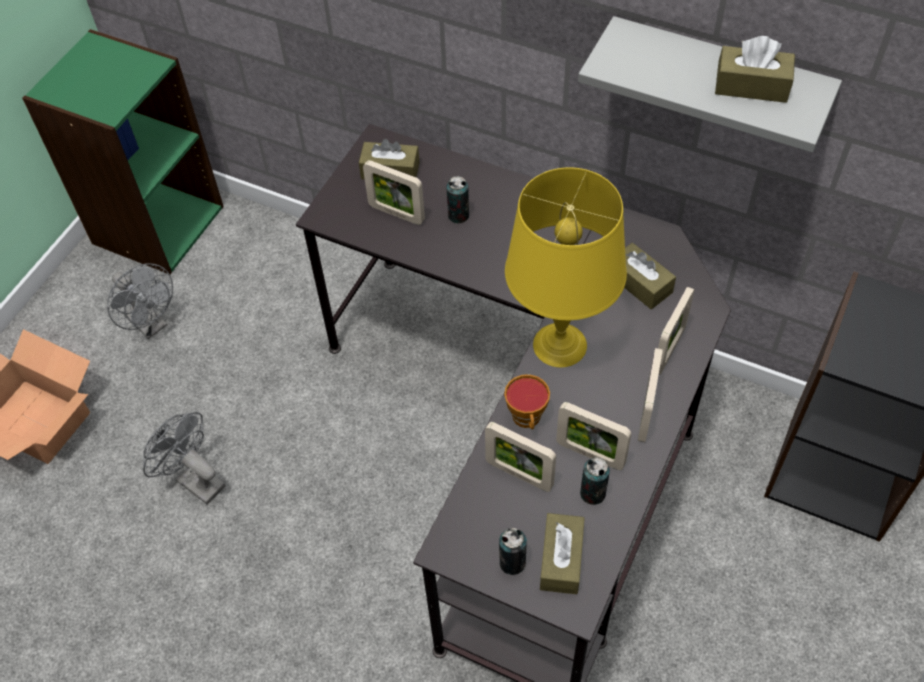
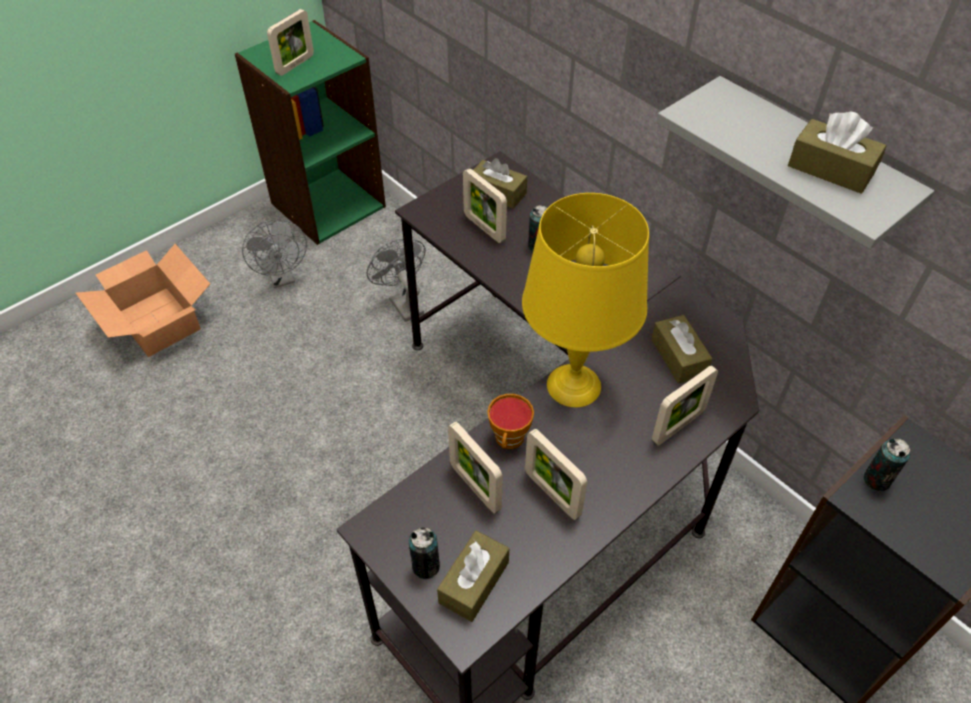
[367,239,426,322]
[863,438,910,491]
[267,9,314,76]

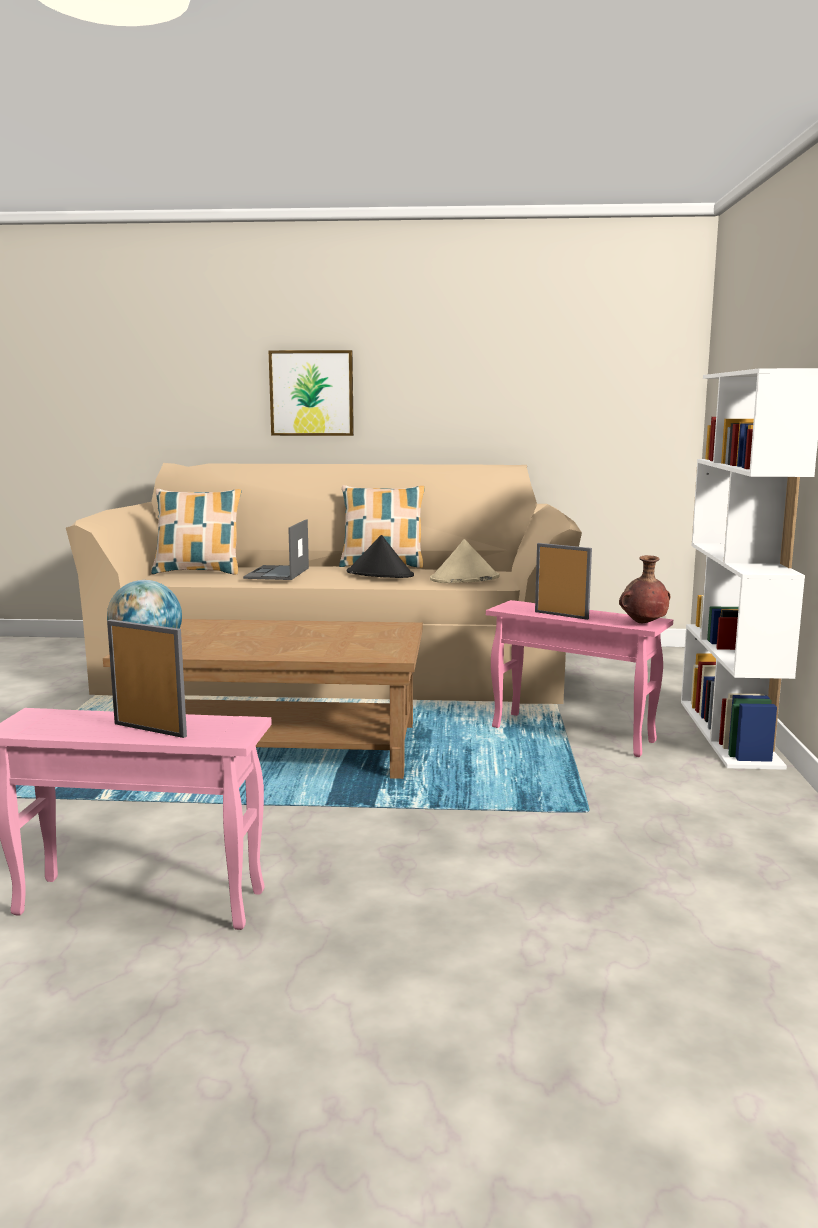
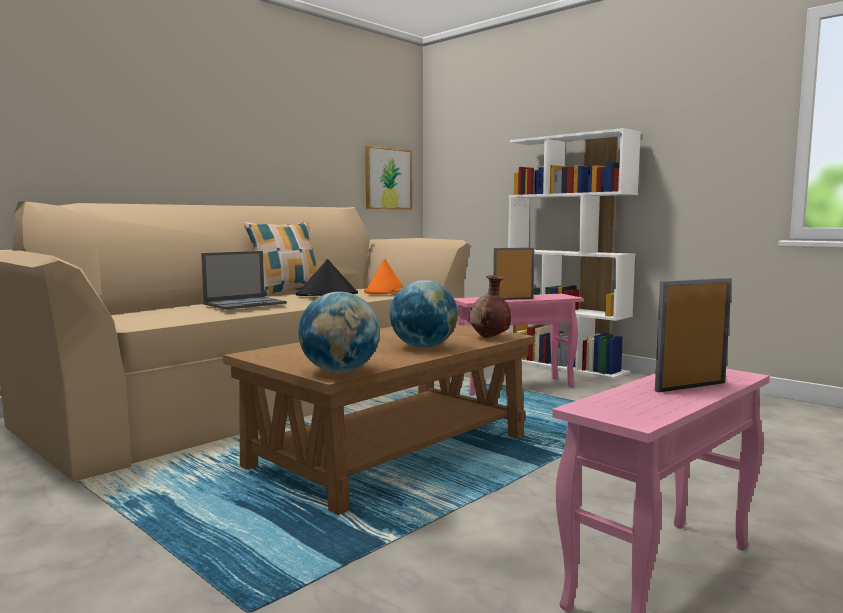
[151,489,242,575] (first image)
[390,280,458,348]
[365,145,412,209]
[469,275,511,338]
[364,259,404,295]
[201,251,287,310]

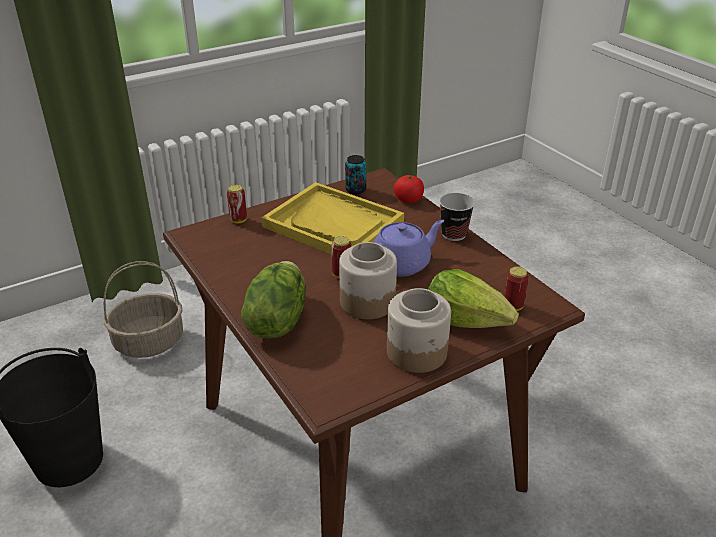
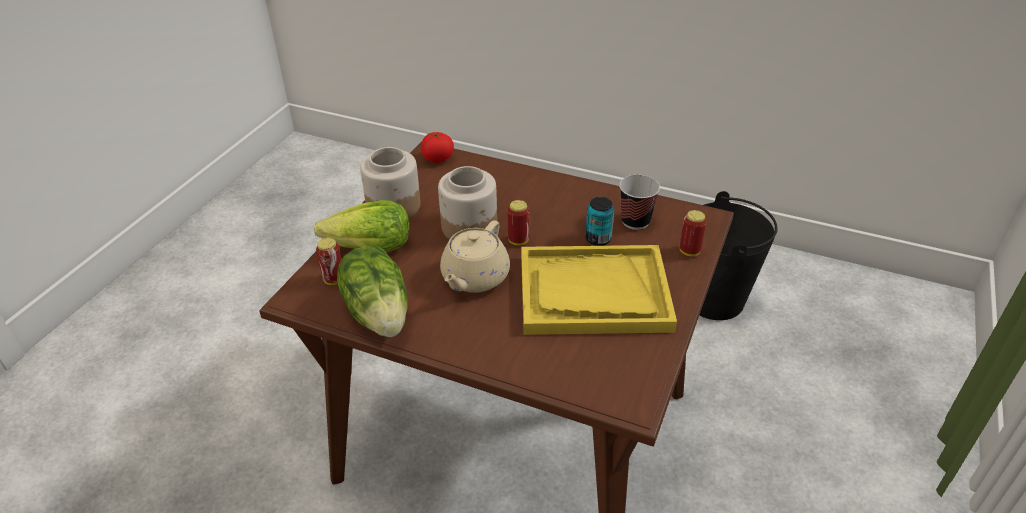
[104,261,183,358] (first image)
[337,246,408,337]
[585,197,614,246]
[421,132,454,163]
[619,175,660,230]
[440,220,510,293]

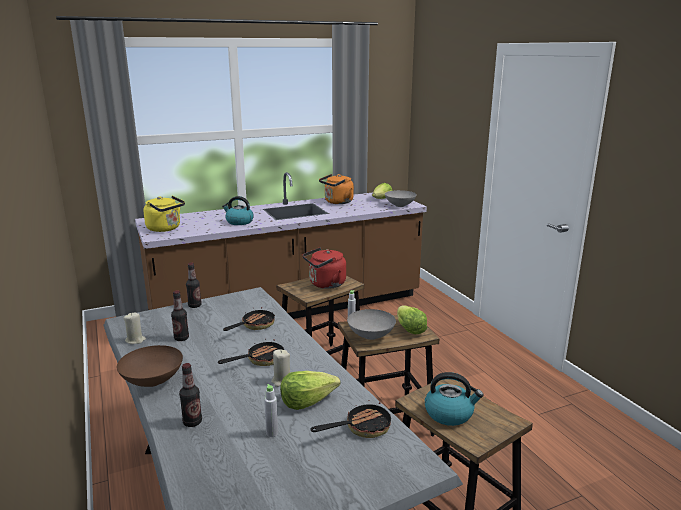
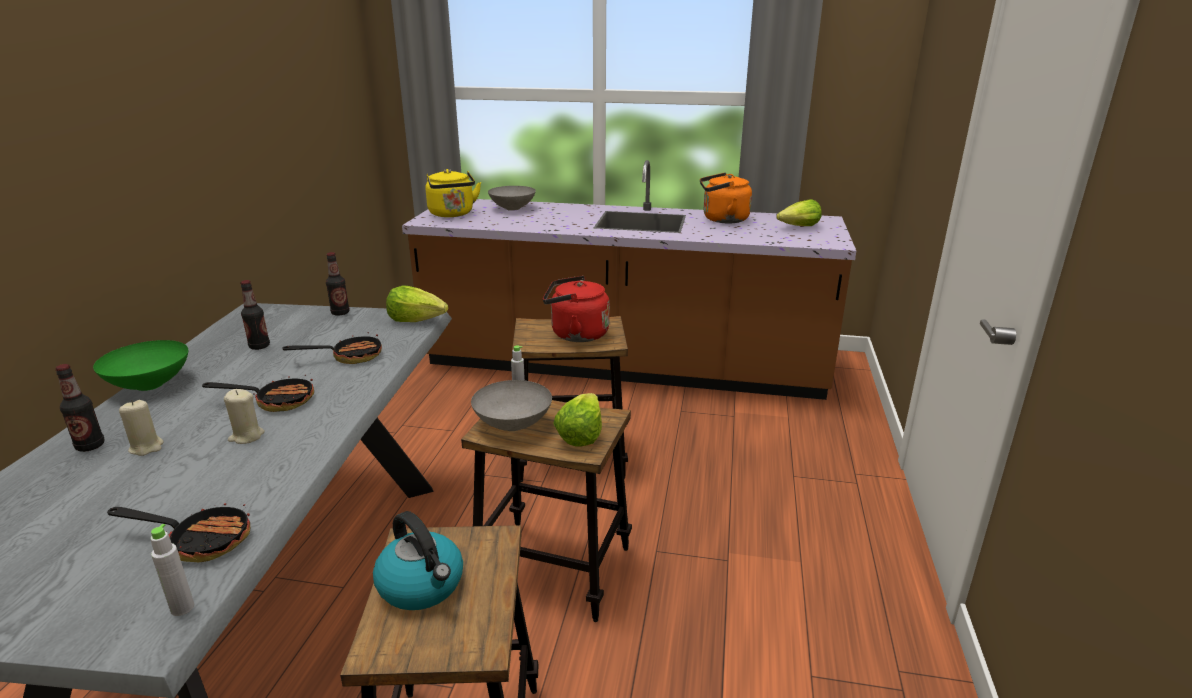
[222,196,254,225] (first image)
[119,400,164,456]
[150,524,194,616]
[386,285,448,322]
[488,186,536,211]
[93,340,188,391]

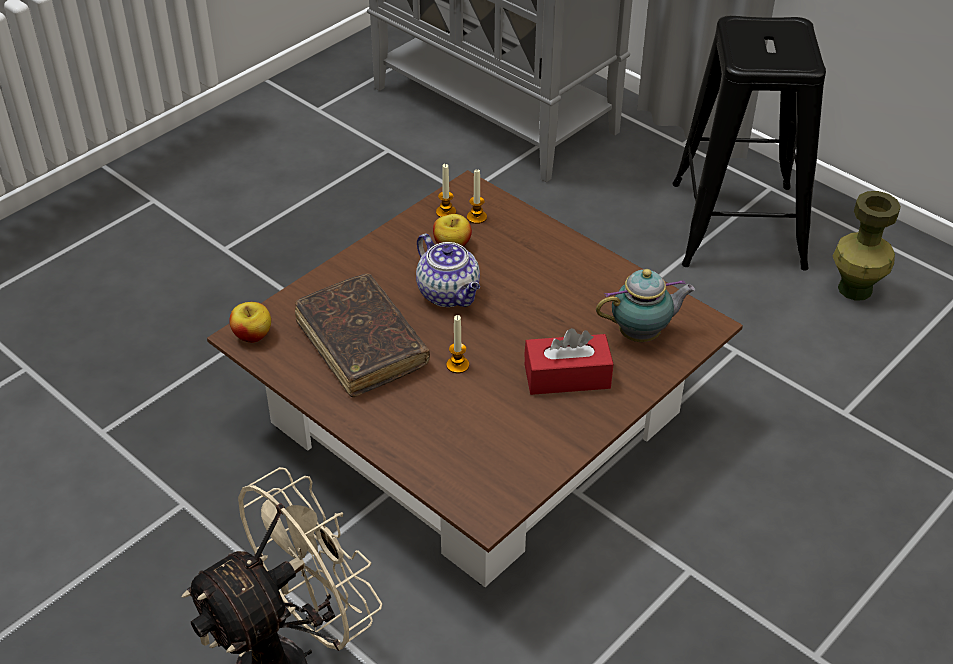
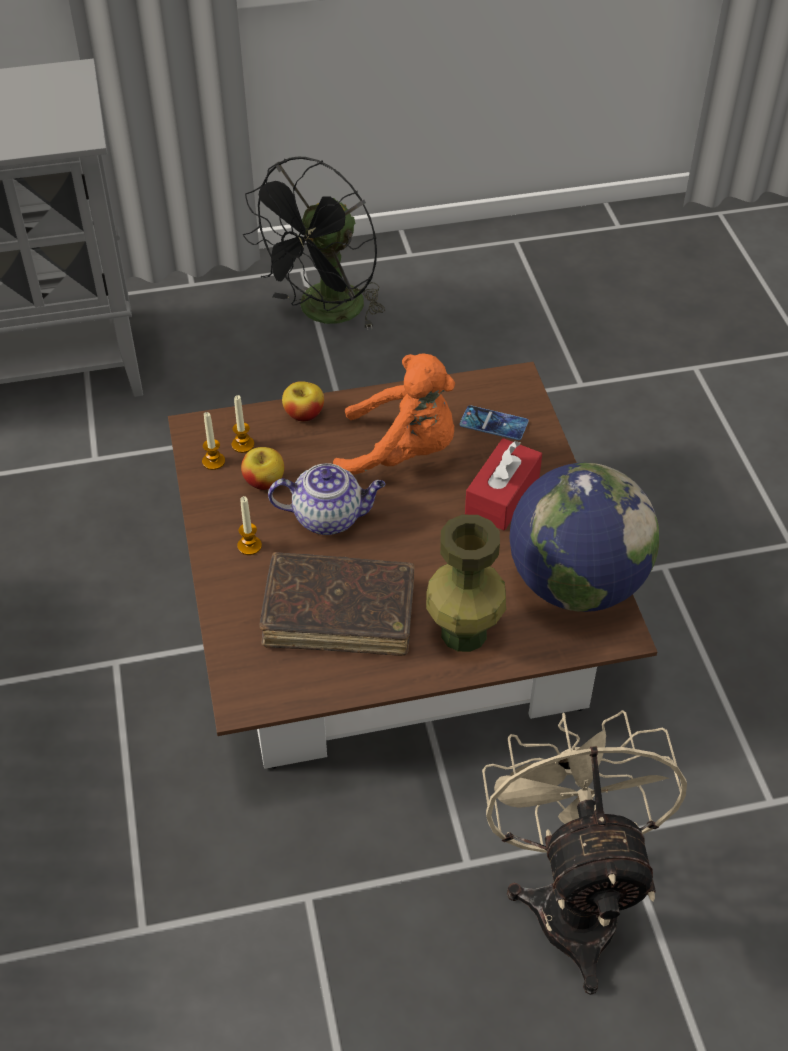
[333,353,455,475]
[509,463,659,612]
[282,381,324,421]
[237,496,262,555]
[426,515,506,652]
[459,405,529,440]
[243,157,385,330]

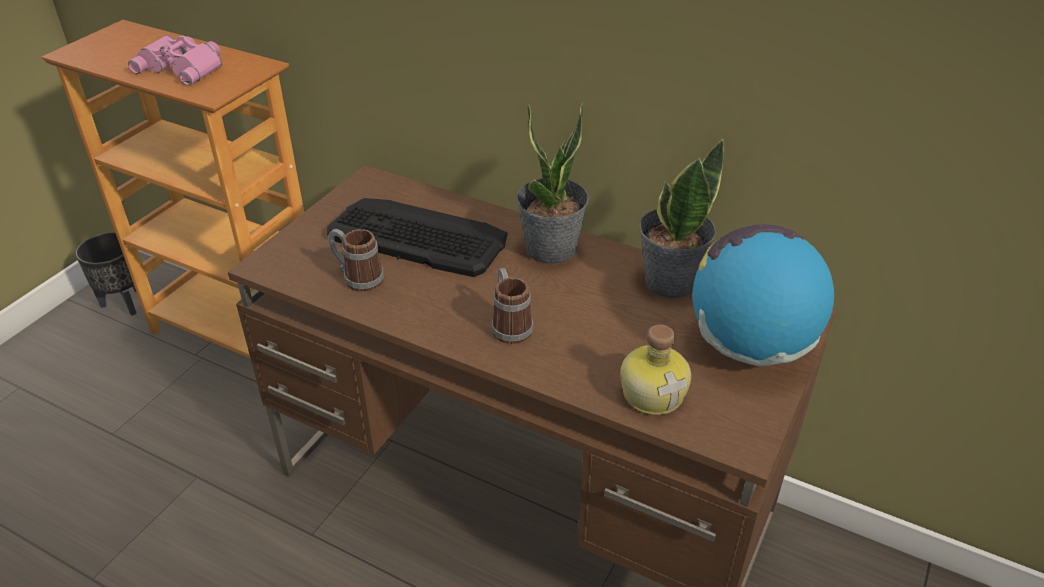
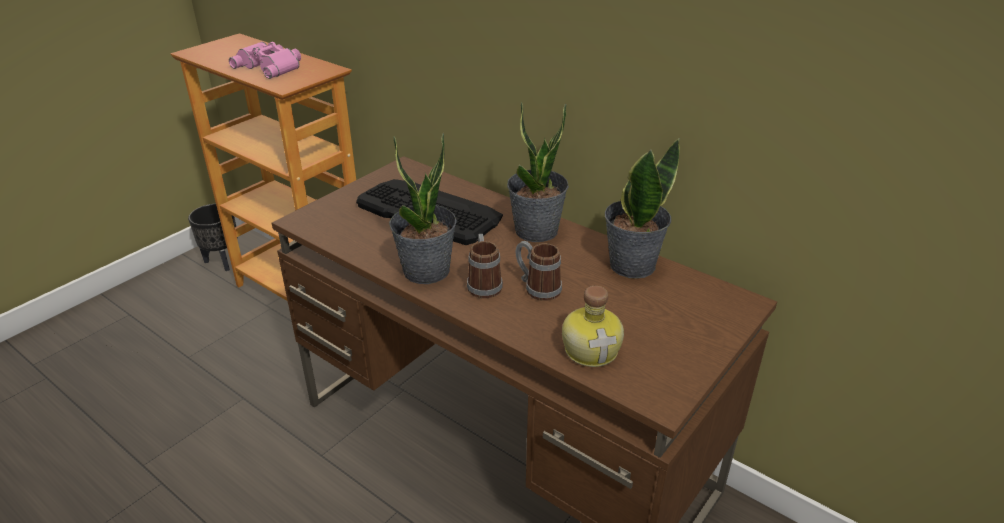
[693,224,834,366] (first image)
[389,133,457,284]
[516,241,562,301]

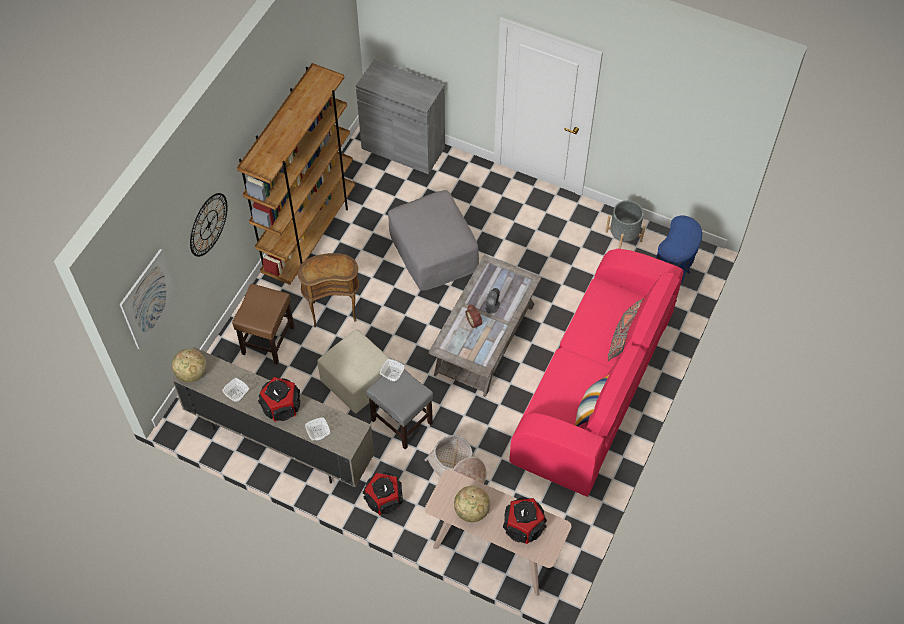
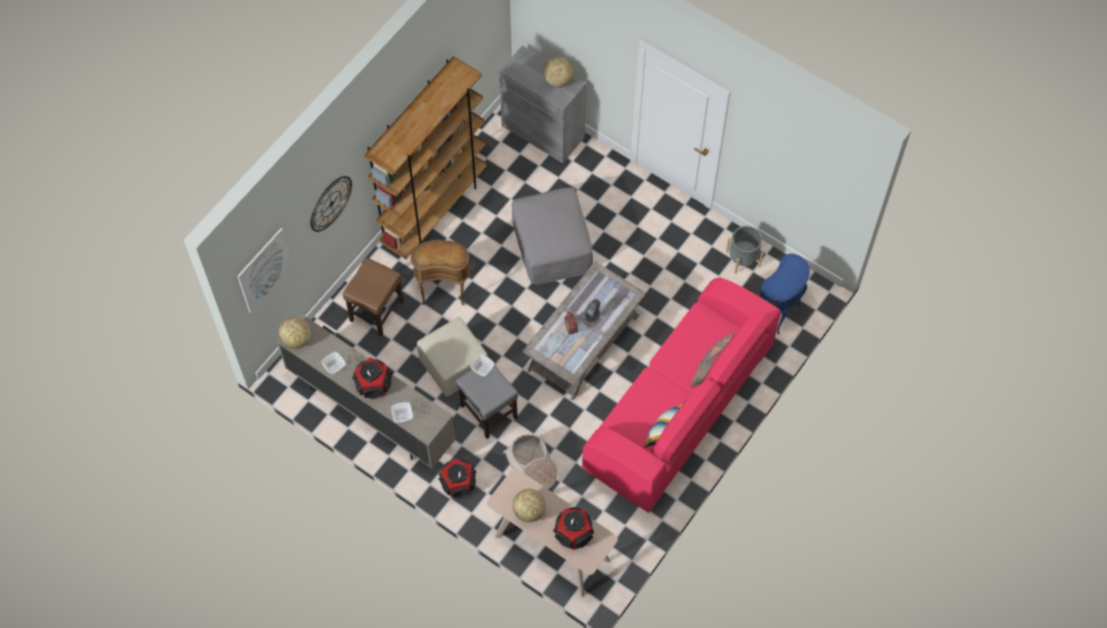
[543,57,573,88]

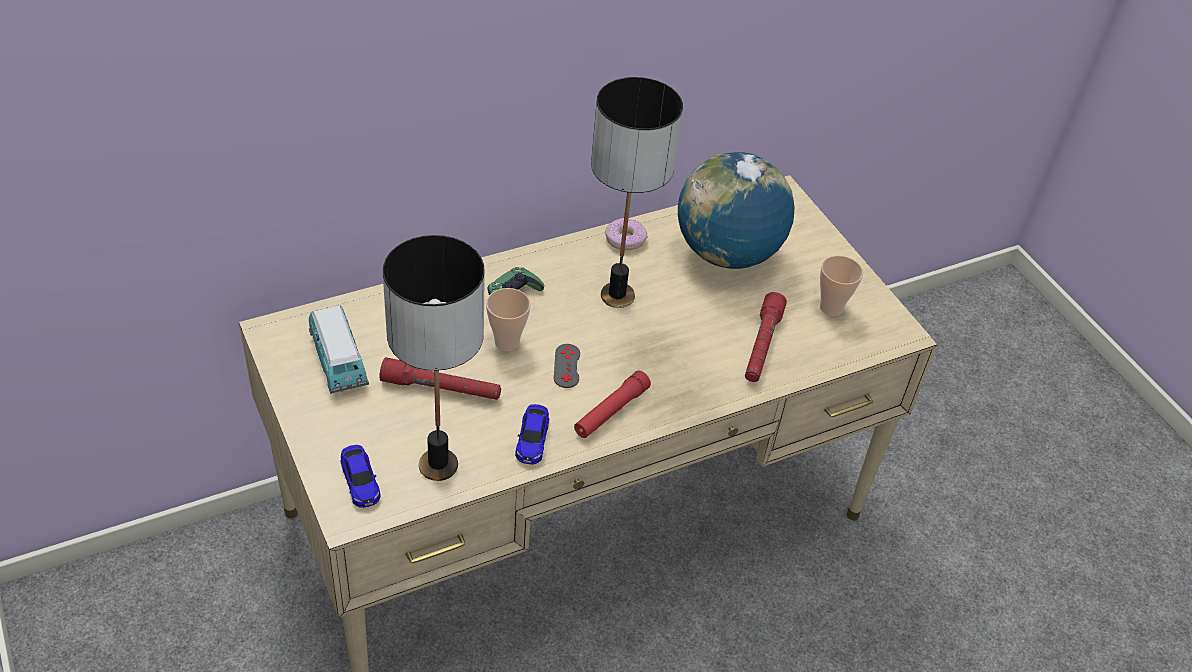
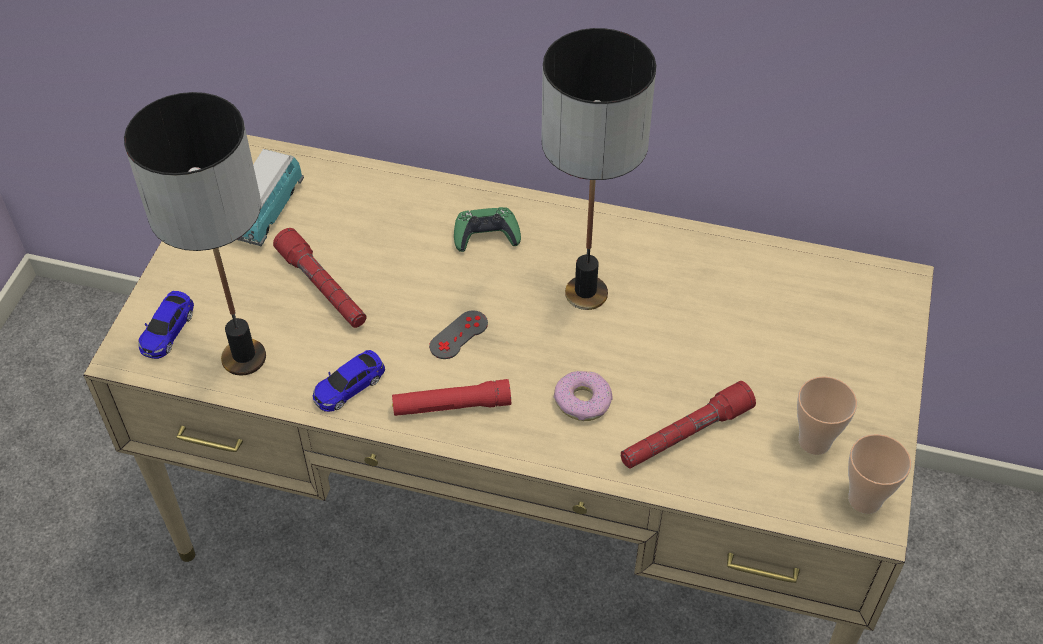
[678,152,794,269] (first image)
[848,434,911,514]
[554,371,613,421]

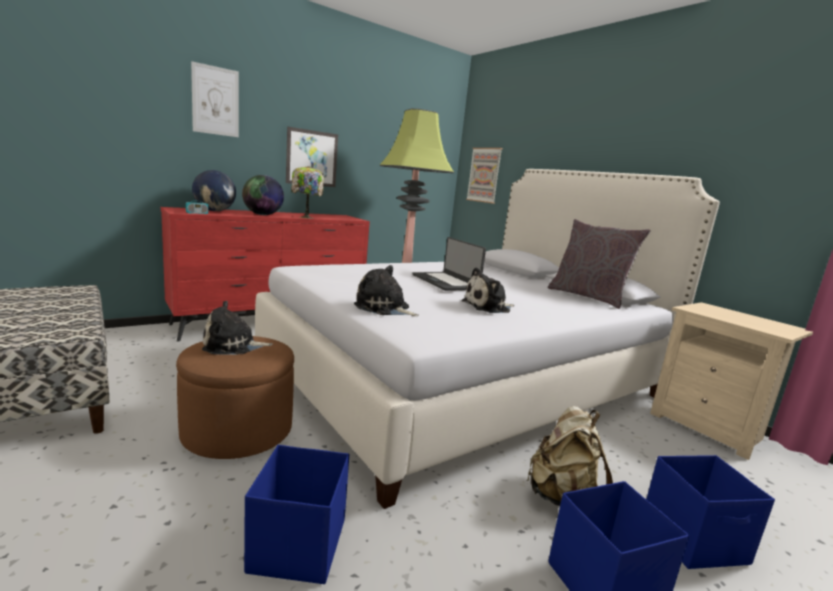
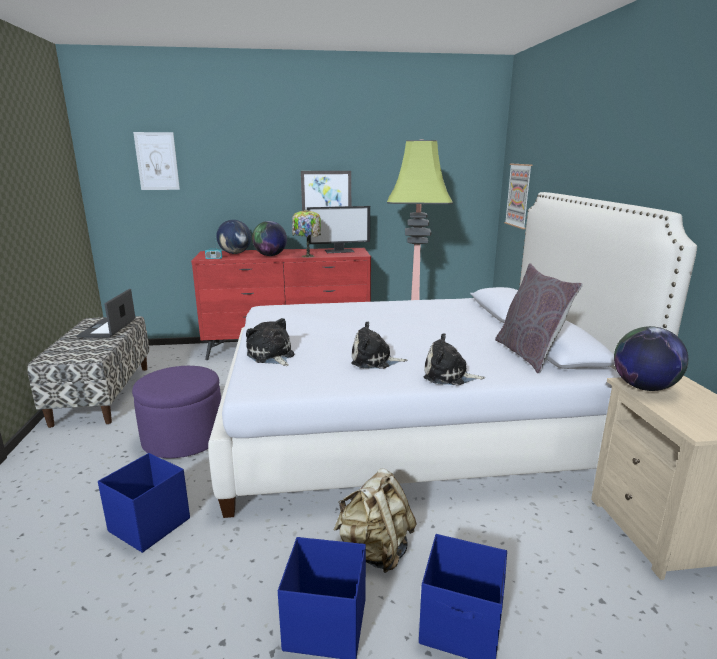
[307,206,370,253]
[614,326,688,391]
[133,132,180,190]
[424,333,485,386]
[77,289,135,337]
[132,366,221,458]

